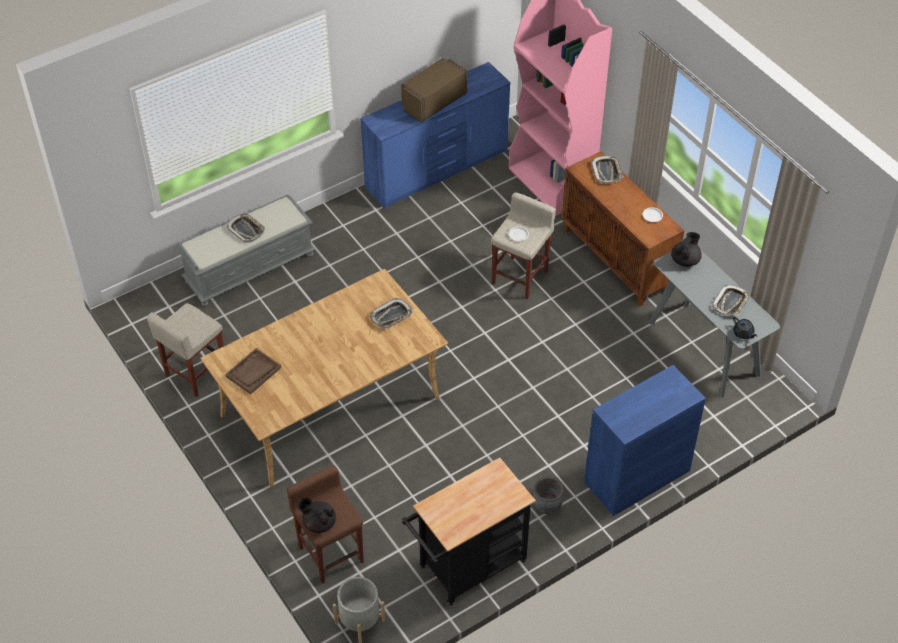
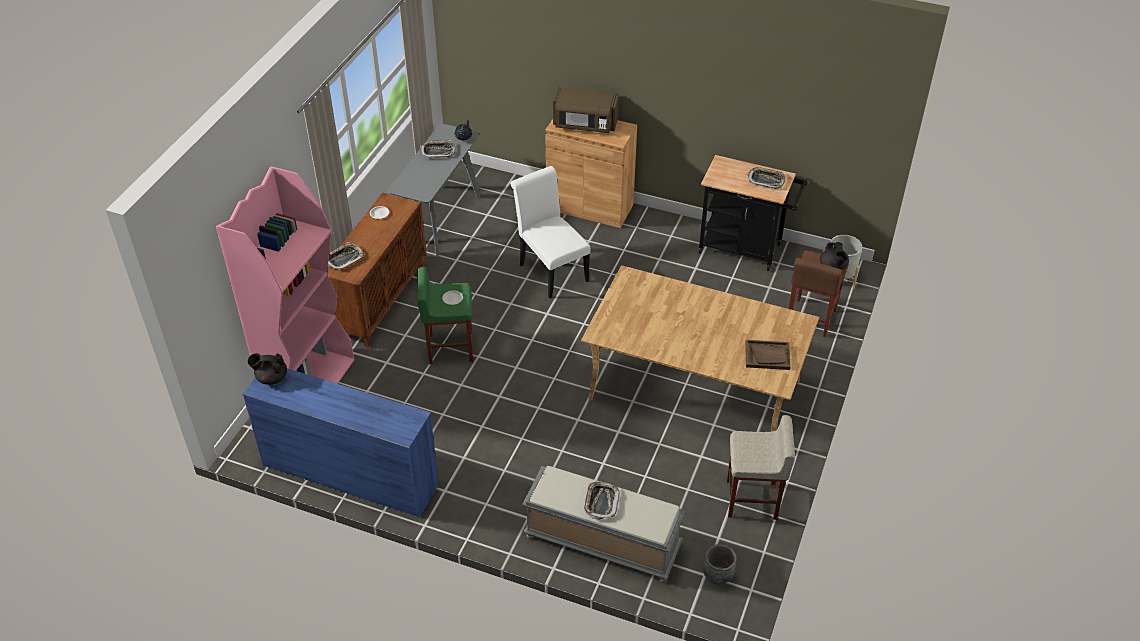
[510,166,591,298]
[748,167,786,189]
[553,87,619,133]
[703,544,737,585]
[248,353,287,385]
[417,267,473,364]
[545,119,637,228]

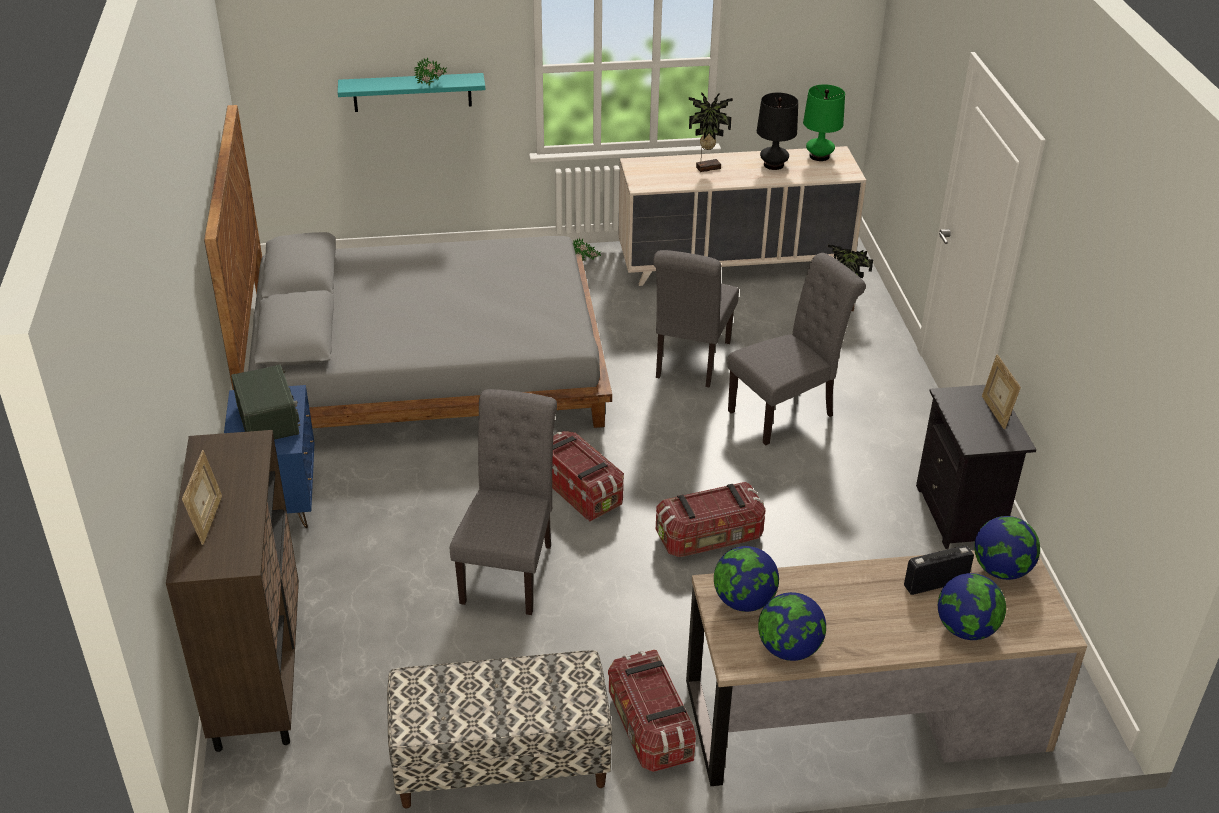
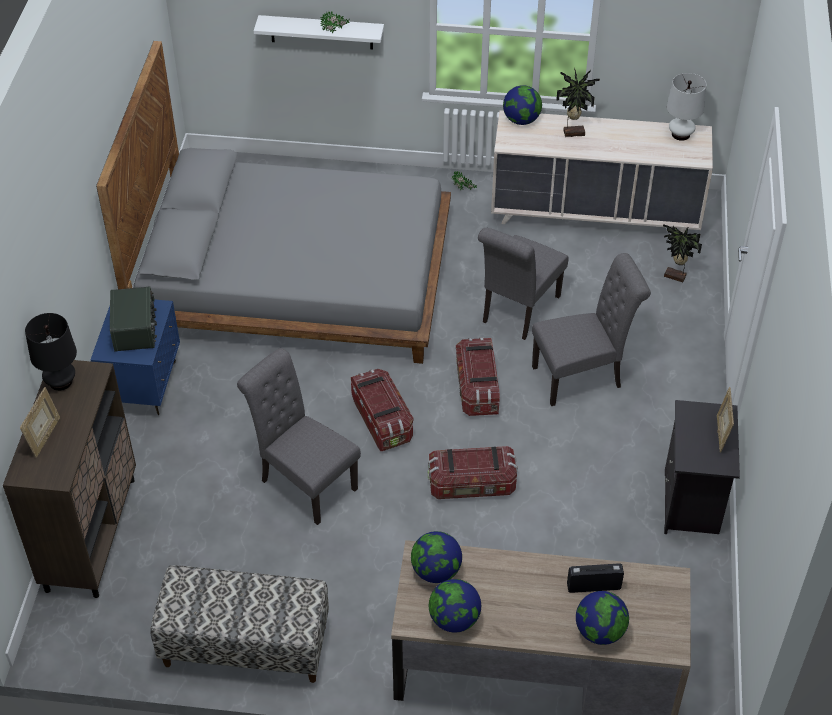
[456,337,500,416]
[25,313,77,391]
[503,85,542,125]
[254,15,384,49]
[667,73,707,141]
[237,348,361,525]

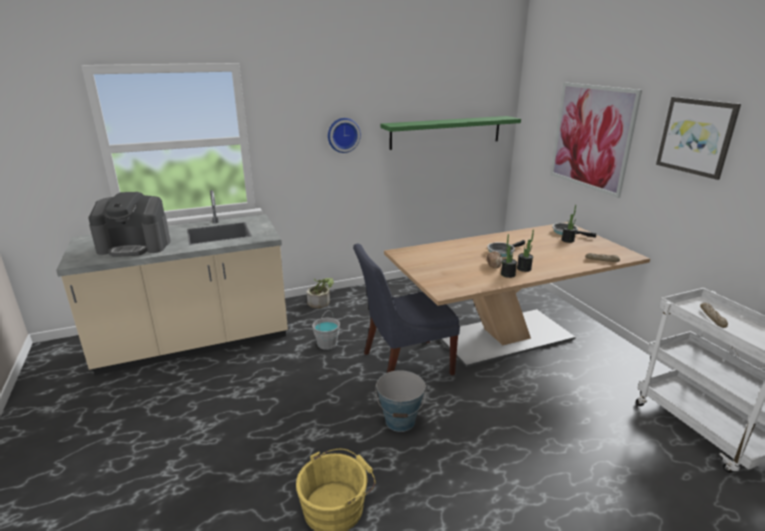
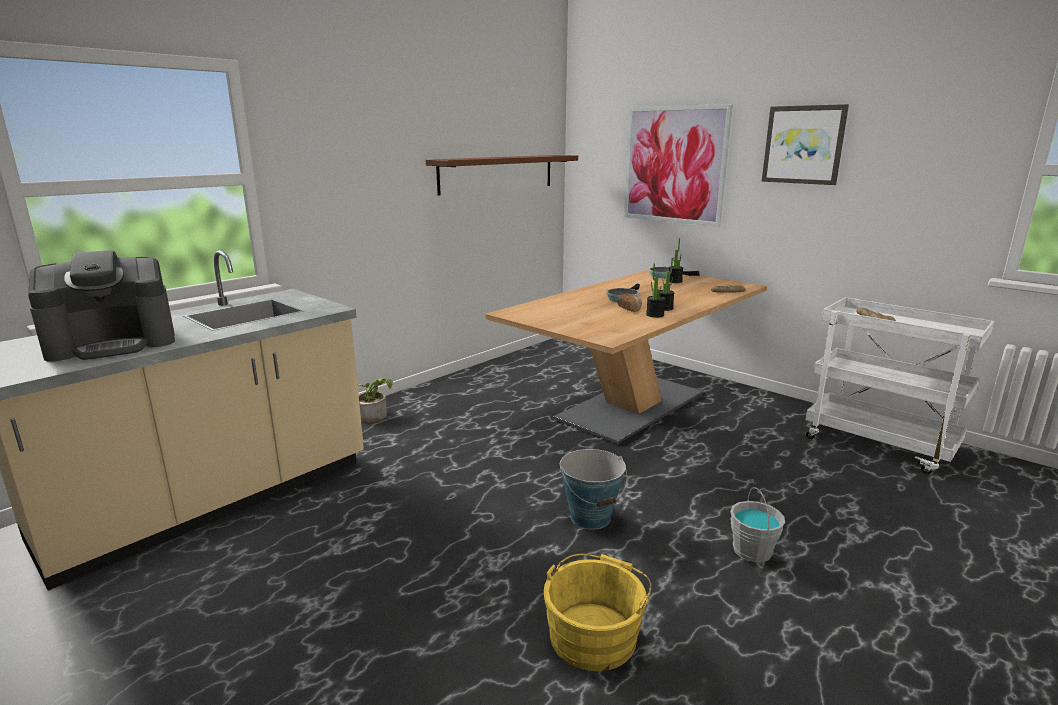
[328,118,361,153] (first image)
[353,244,460,375] (first image)
[730,487,785,563]
[426,155,578,196]

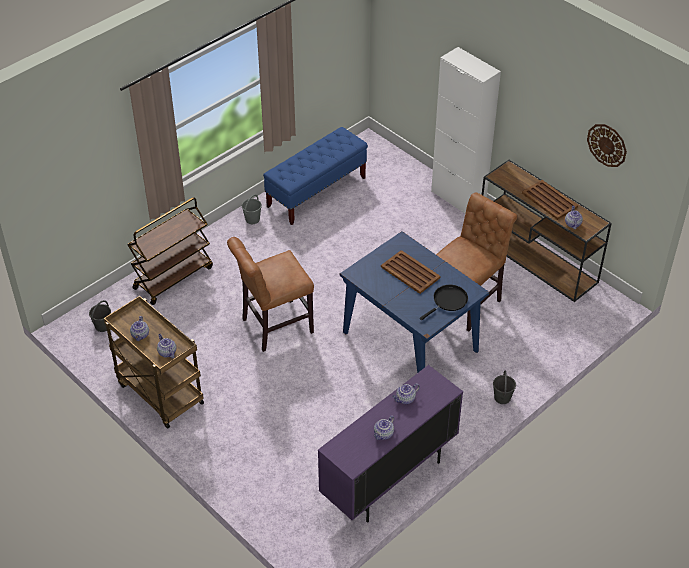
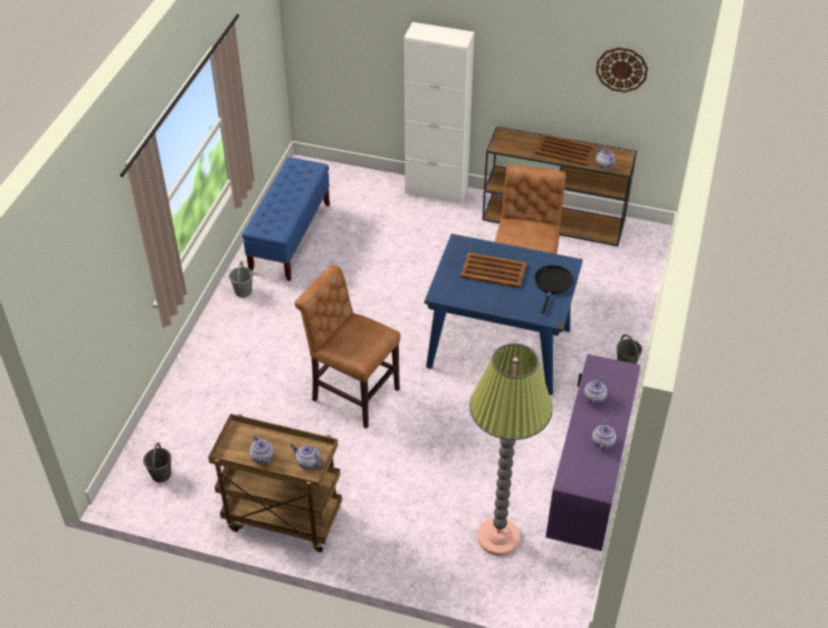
[127,197,213,305] (first image)
[470,343,553,556]
[295,265,401,429]

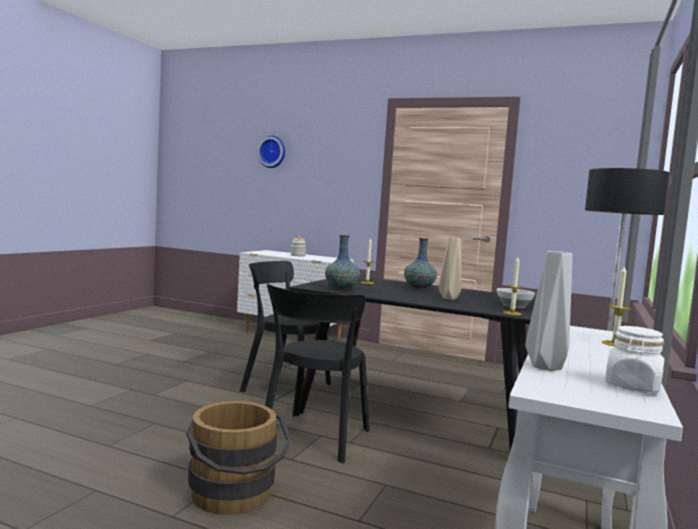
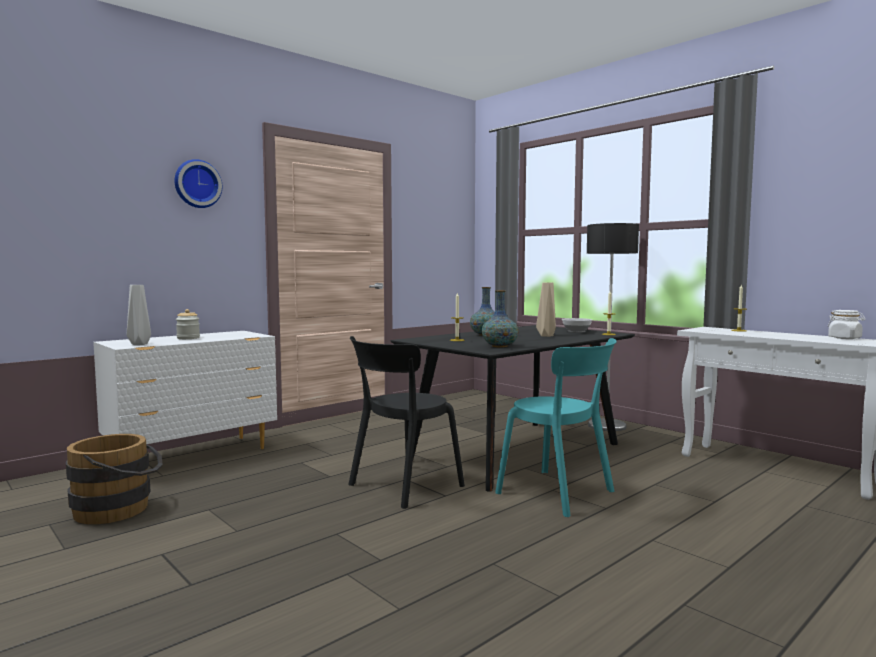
[66,434,163,524]
[174,159,222,208]
[127,285,151,345]
[495,338,617,517]

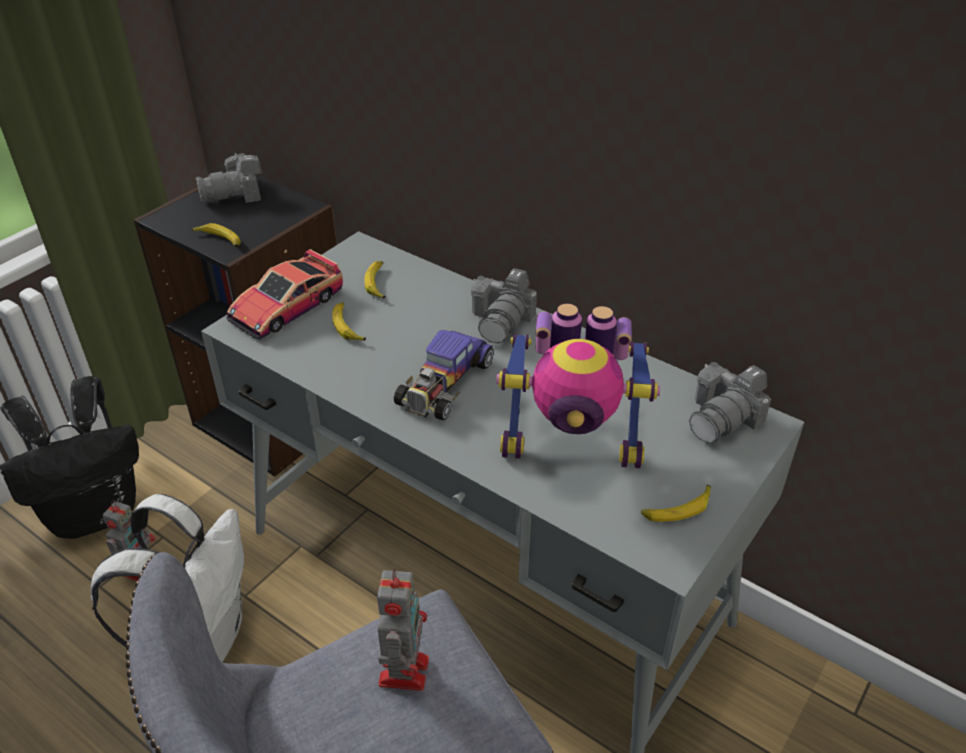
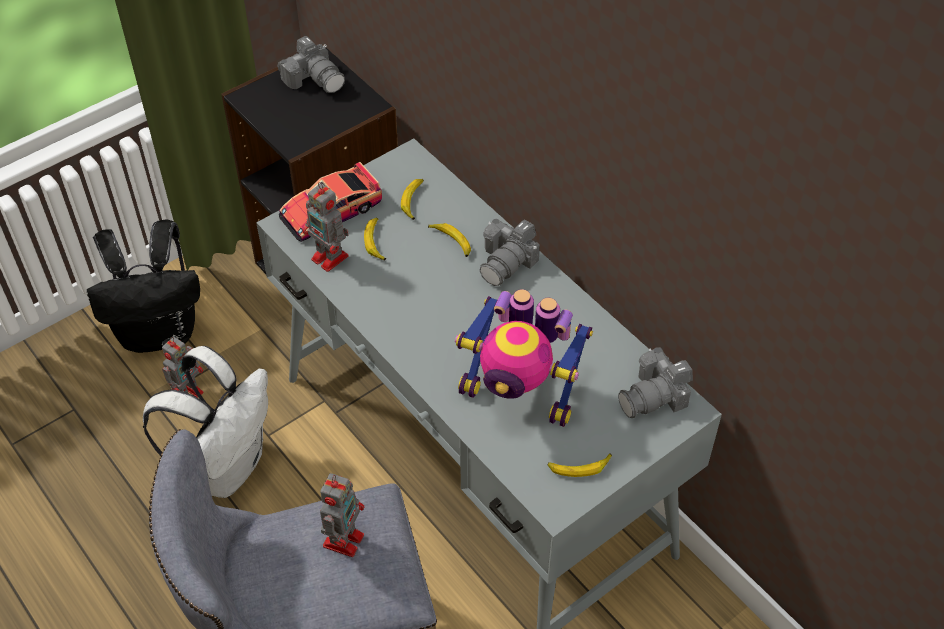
[394,330,494,420] (first image)
[303,182,349,272]
[428,223,471,257]
[278,36,345,93]

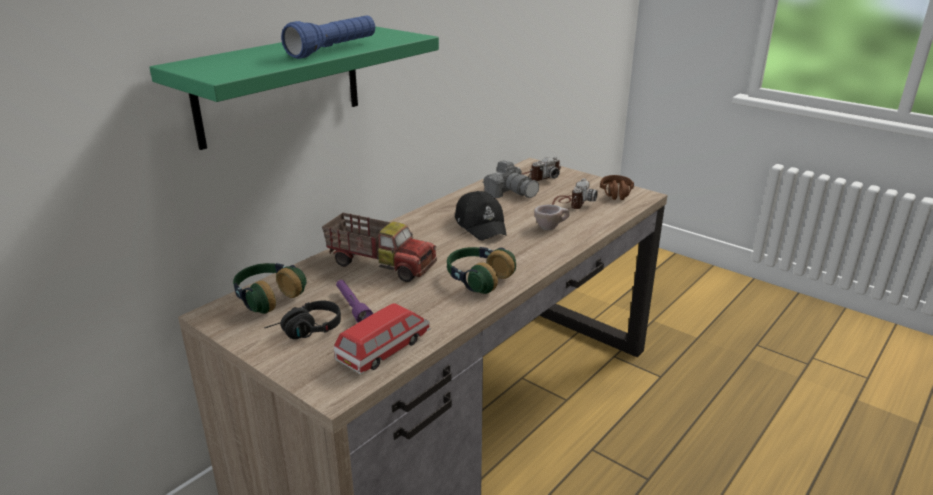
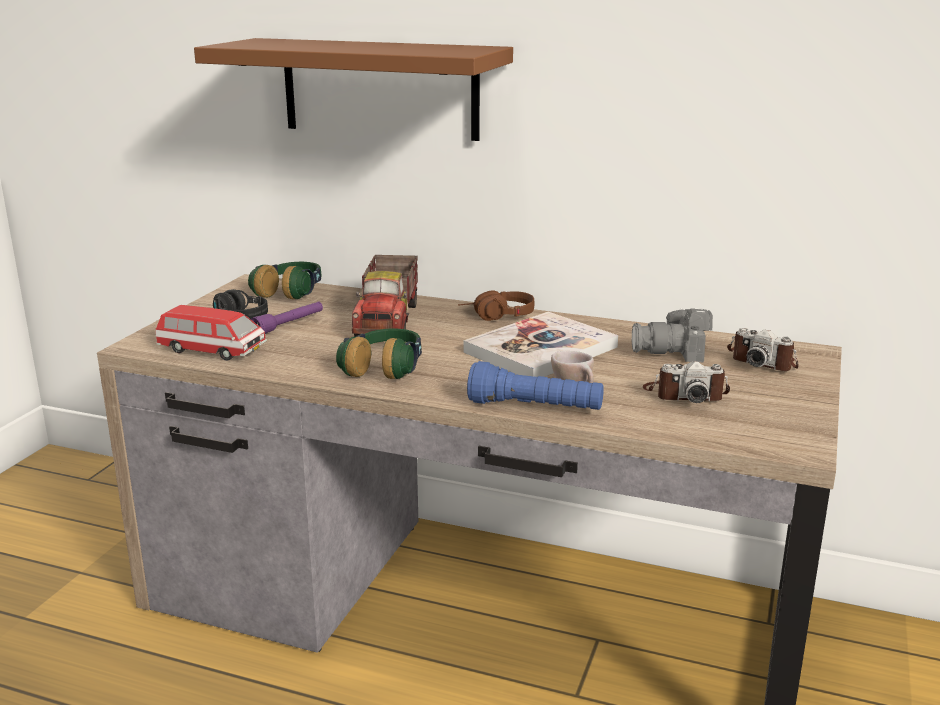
[467,361,604,410]
[458,290,534,321]
[463,312,618,377]
[194,38,513,141]
[632,308,713,362]

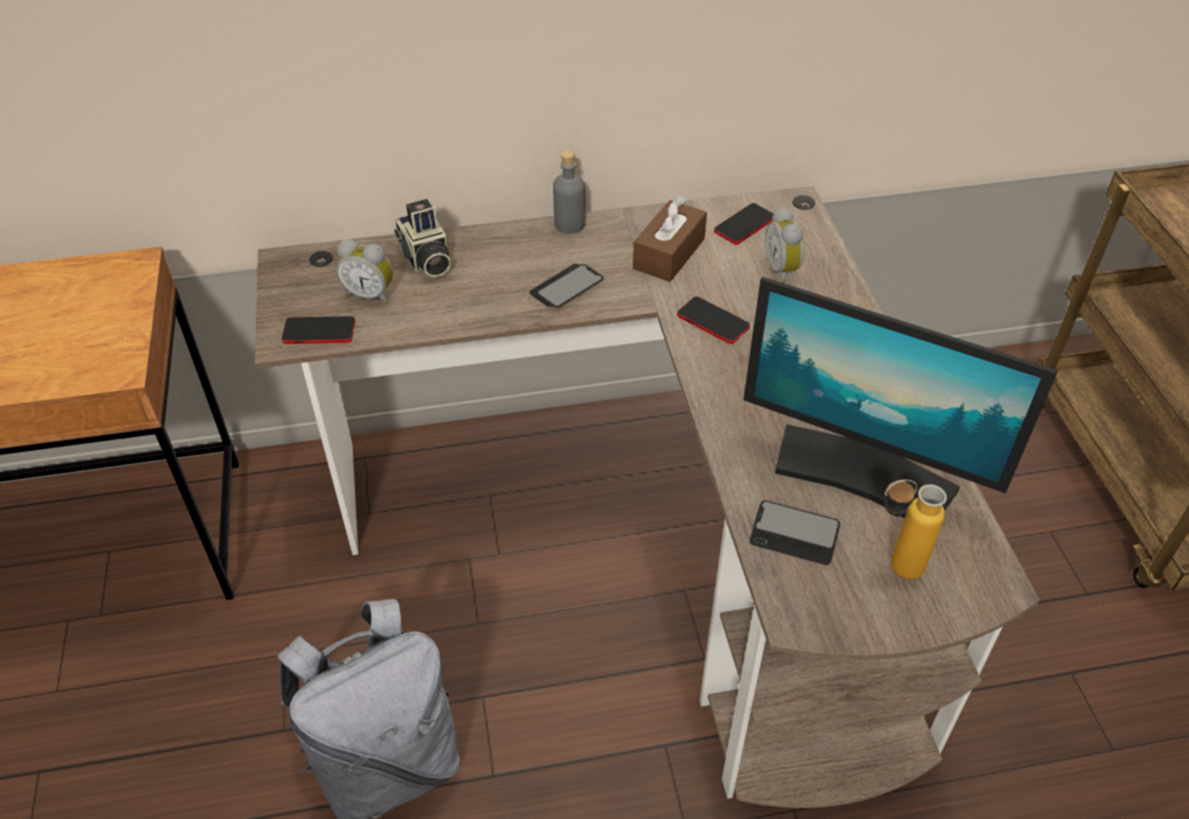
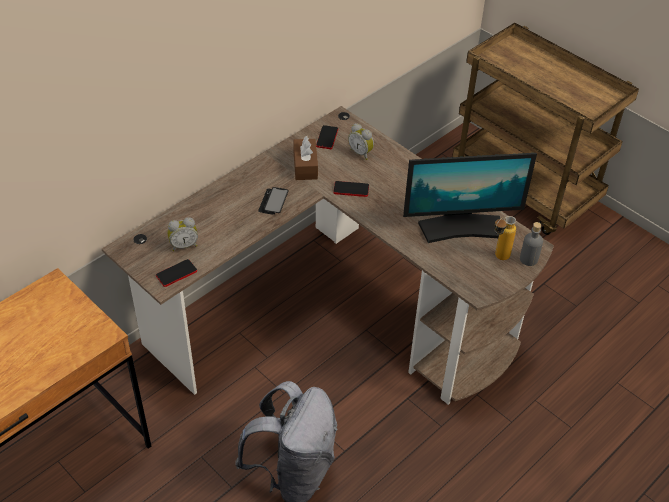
[394,199,451,277] (first image)
[750,500,840,565] (first image)
[520,222,543,266]

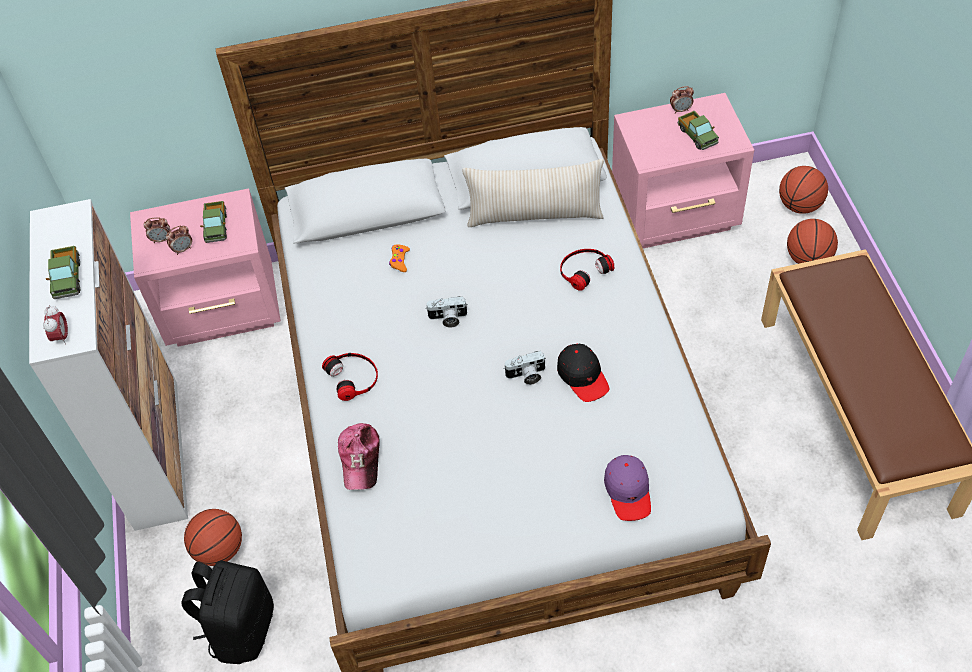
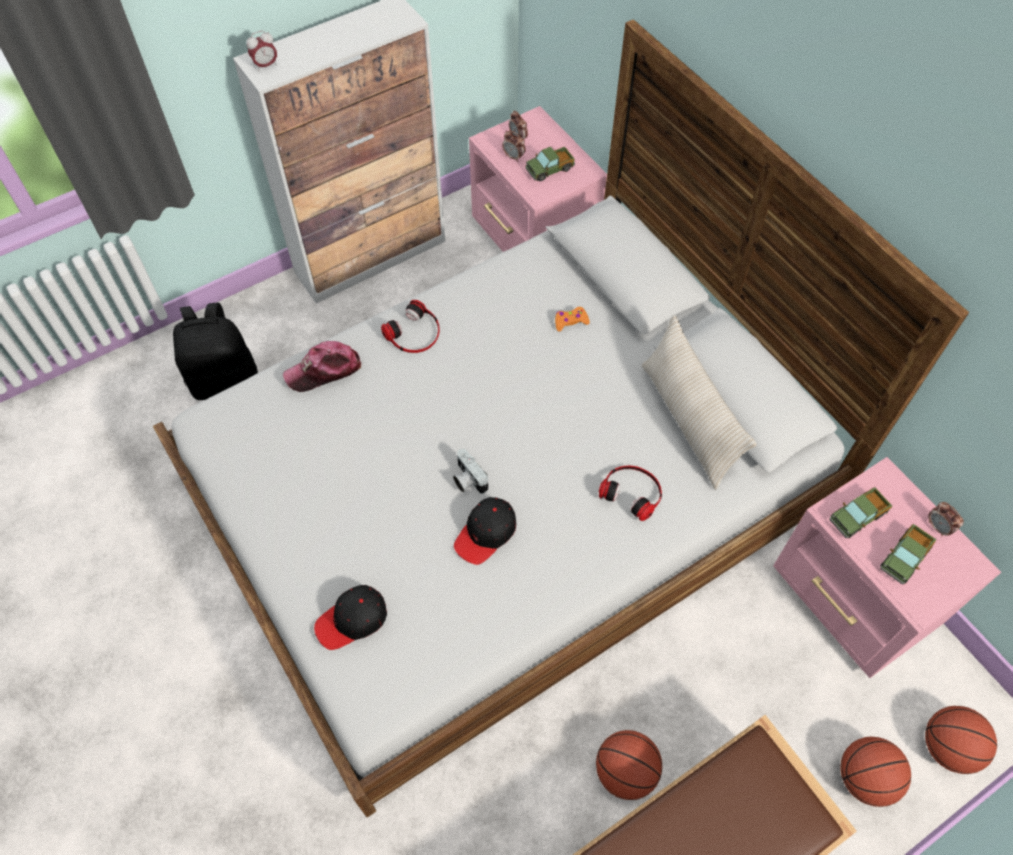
[425,296,468,328] (first image)
[829,487,892,538]
[596,730,662,800]
[314,585,387,650]

